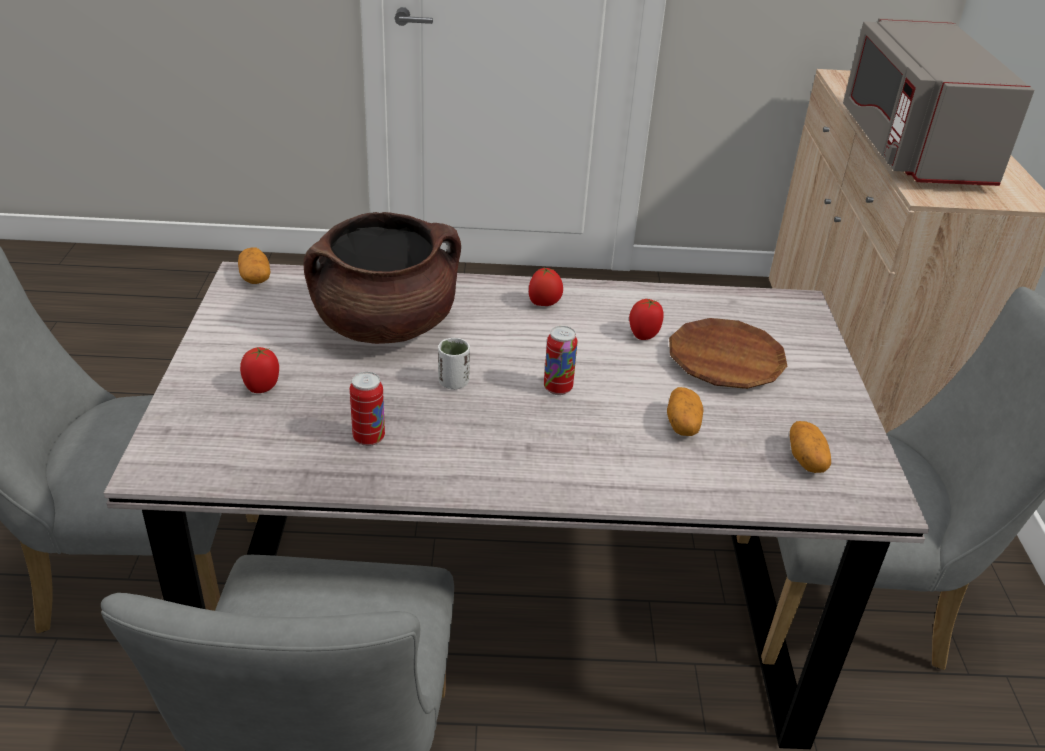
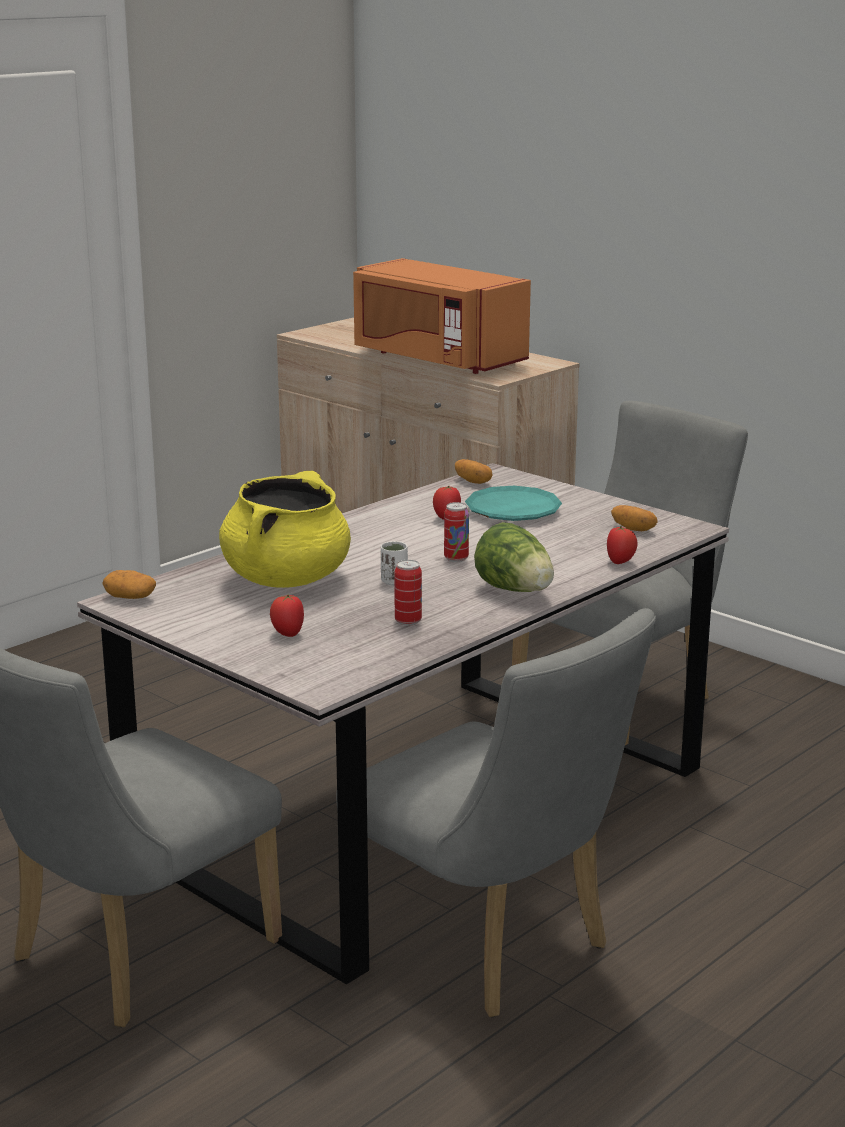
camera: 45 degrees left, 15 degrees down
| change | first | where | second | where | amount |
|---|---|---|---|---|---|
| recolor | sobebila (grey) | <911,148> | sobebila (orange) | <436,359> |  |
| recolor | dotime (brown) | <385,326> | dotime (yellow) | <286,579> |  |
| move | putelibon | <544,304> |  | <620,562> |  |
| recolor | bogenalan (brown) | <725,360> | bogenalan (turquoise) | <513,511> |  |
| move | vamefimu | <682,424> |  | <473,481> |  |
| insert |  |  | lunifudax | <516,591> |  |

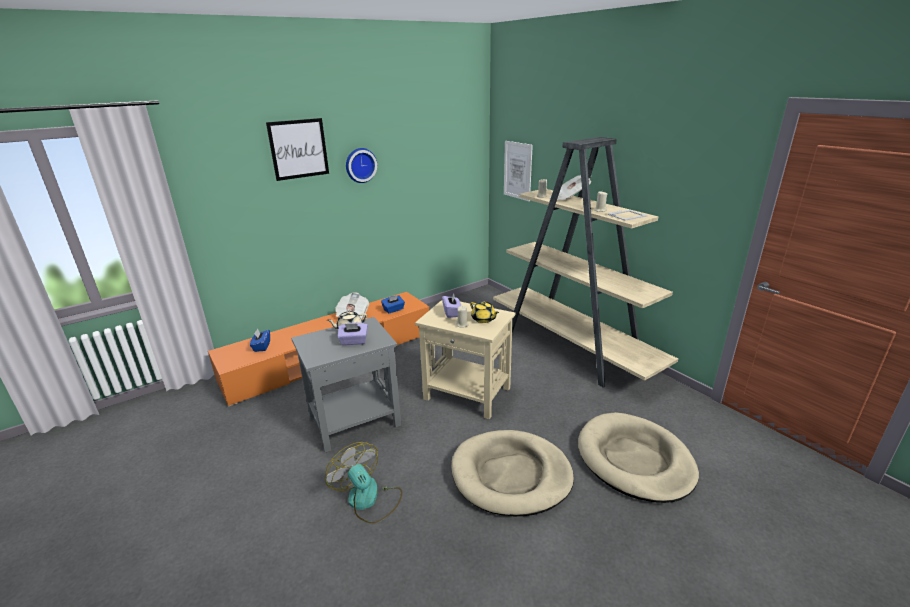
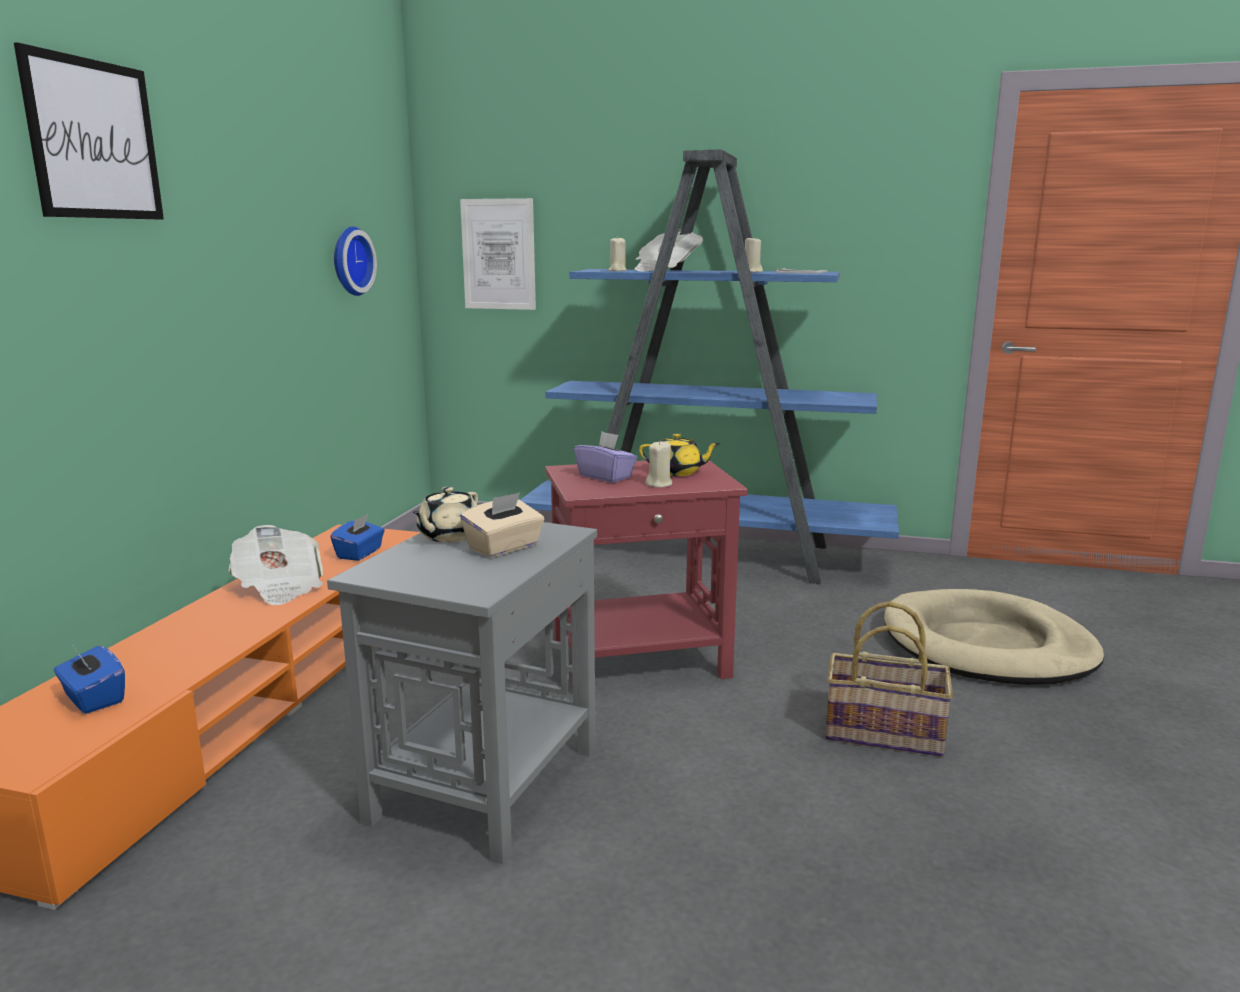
camera: 40 degrees left, 10 degrees down
| change | first | where | second | where | amount |
|---|---|---|---|---|---|
| recolor | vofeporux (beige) | <572,348> | vofeporux (blue) | <705,554> |  |
| move | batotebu | <360,165> |  | <349,261> |  |
| recolor | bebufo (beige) | <467,394> | bebufo (red) | <640,659> |  |
| recolor | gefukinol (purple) | <354,342> | gefukinol (beige) | <504,548> |  |
| replace | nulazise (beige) | <511,475> | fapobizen | <884,732> |  |
| delete | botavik | <368,500> |  |  |  |

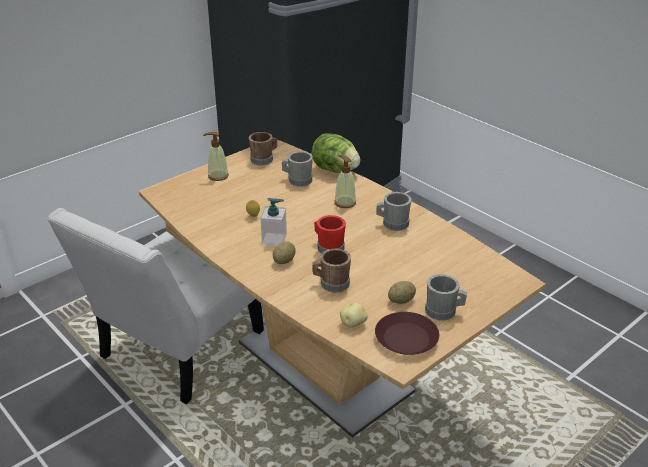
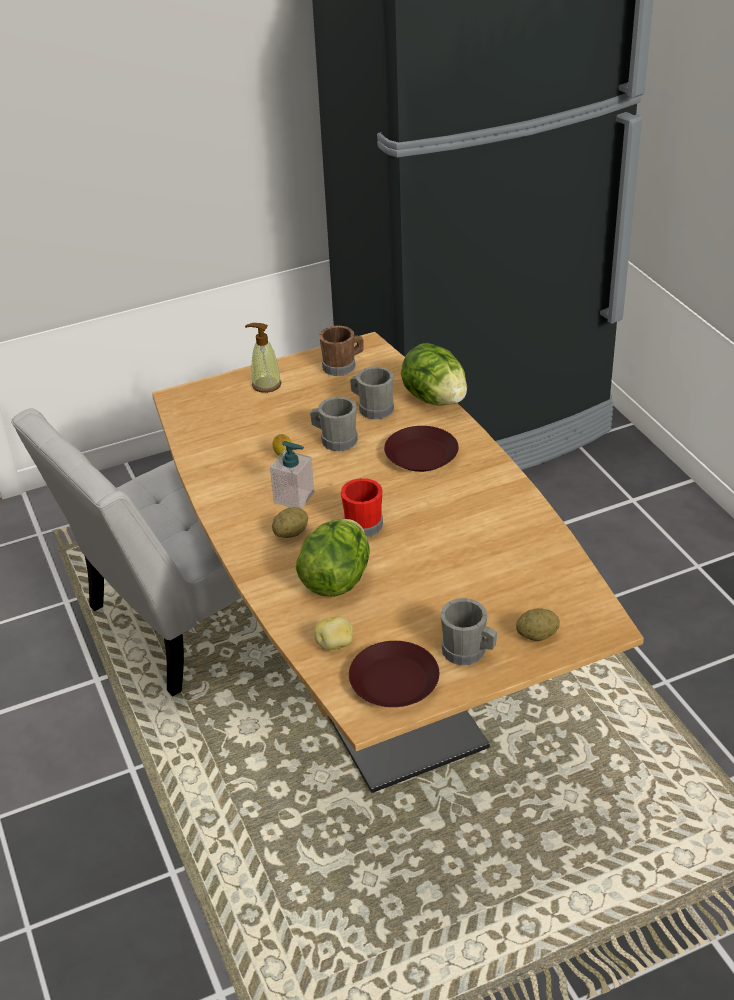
camera: 20 degrees right, 5 degrees up
| change | first | where | second | where | amount |
|---|---|---|---|---|---|
| replace | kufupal | <345,203> | bogenalan (brown) | <421,456> |  |
| move | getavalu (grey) | <392,224> |  | <335,440> |  |
| replace | getavalu (brown) | <331,284> | lunifudax | <336,580> |  |
| move | vamefimu | <401,300> |  | <537,635> |  |

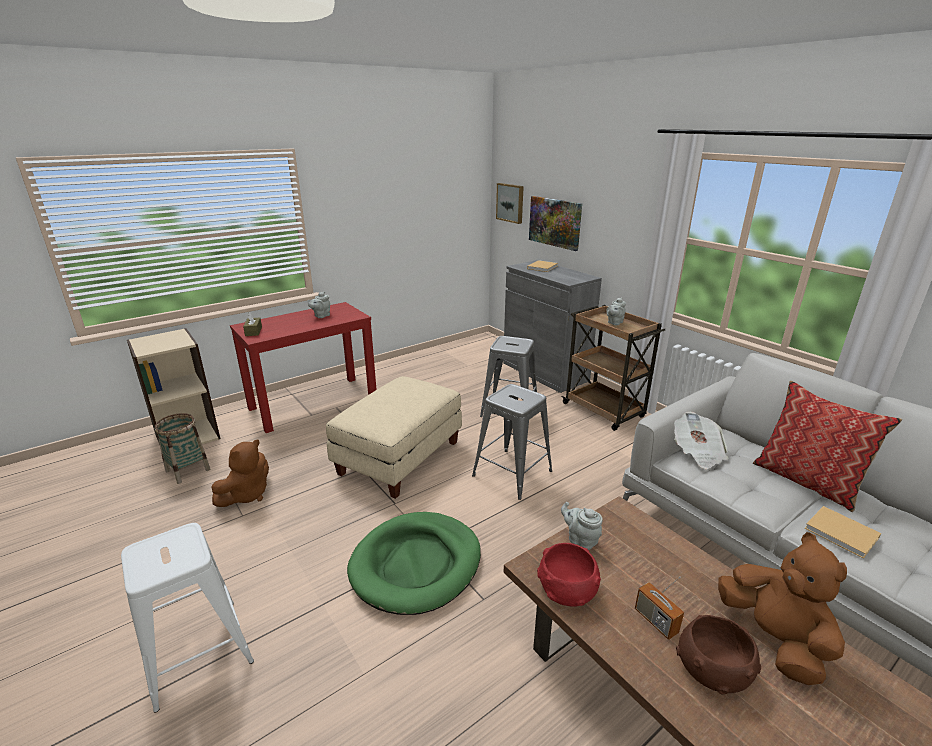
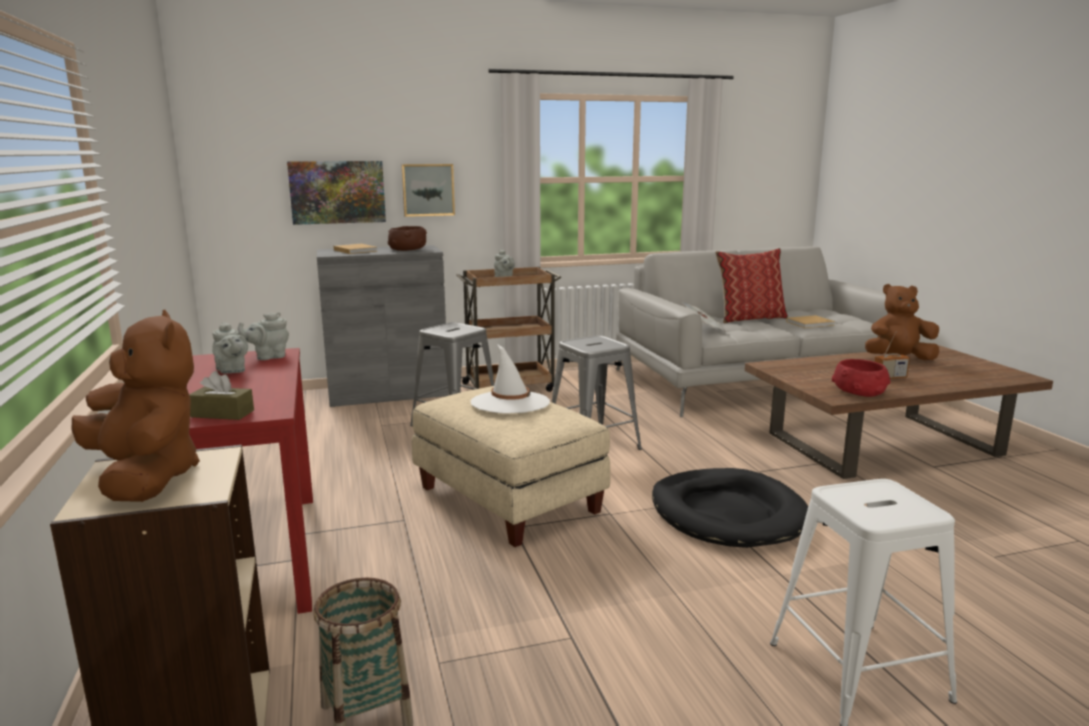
camera: 70 degrees left, 10 degrees down
| change | first | where | second | where | amount |
|---|---|---|---|---|---|
| move | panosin | <510,203> |  | <428,190> |  |
| move | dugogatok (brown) | <247,495> |  | <146,478> |  |
| move | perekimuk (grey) | <580,540> |  | <268,357> |  |
| recolor | nulazise (green) | <416,565> | nulazise (black) | <727,513> |  |
| move | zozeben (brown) | <713,668> |  | <408,250> |  |
| insert |  |  | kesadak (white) | <510,403> |  |

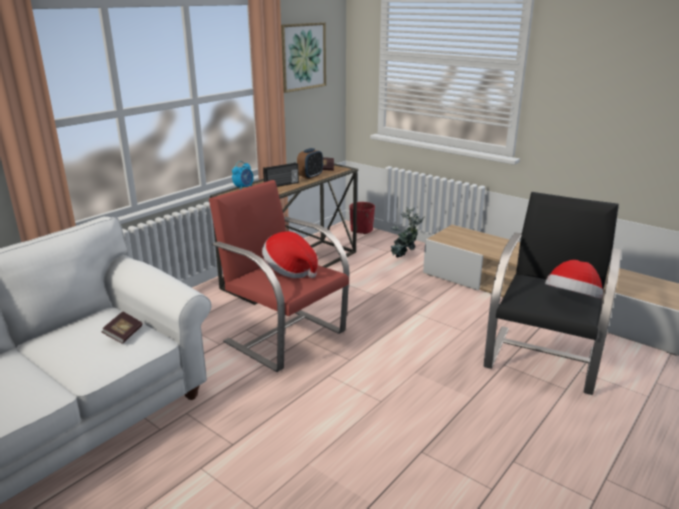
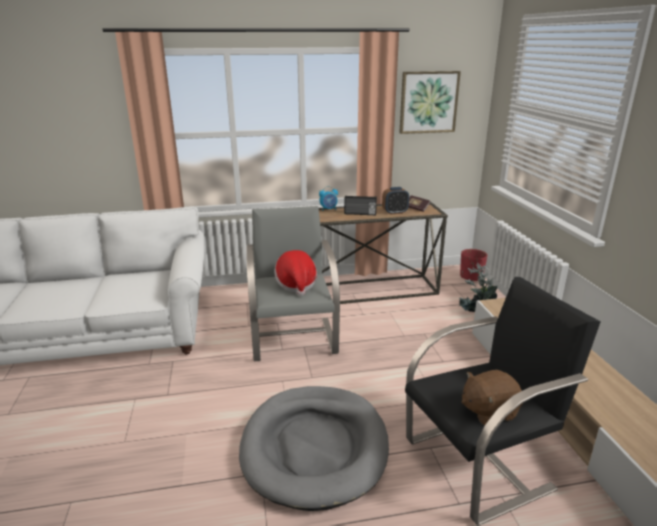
camera: 40 degrees right, 0 degrees up
| change | first | where | second | where | amount |
|---|---|---|---|---|---|
| recolor | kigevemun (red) | <284,336> | kigevemun (grey) | <293,338> |  |
| replace | kesadak | <572,301> | dugogatok (brown) | <488,410> |  |
| delete | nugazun | <124,334> |  |  |  |
| insert |  |  | nulazise (grey) | <314,447> |  |

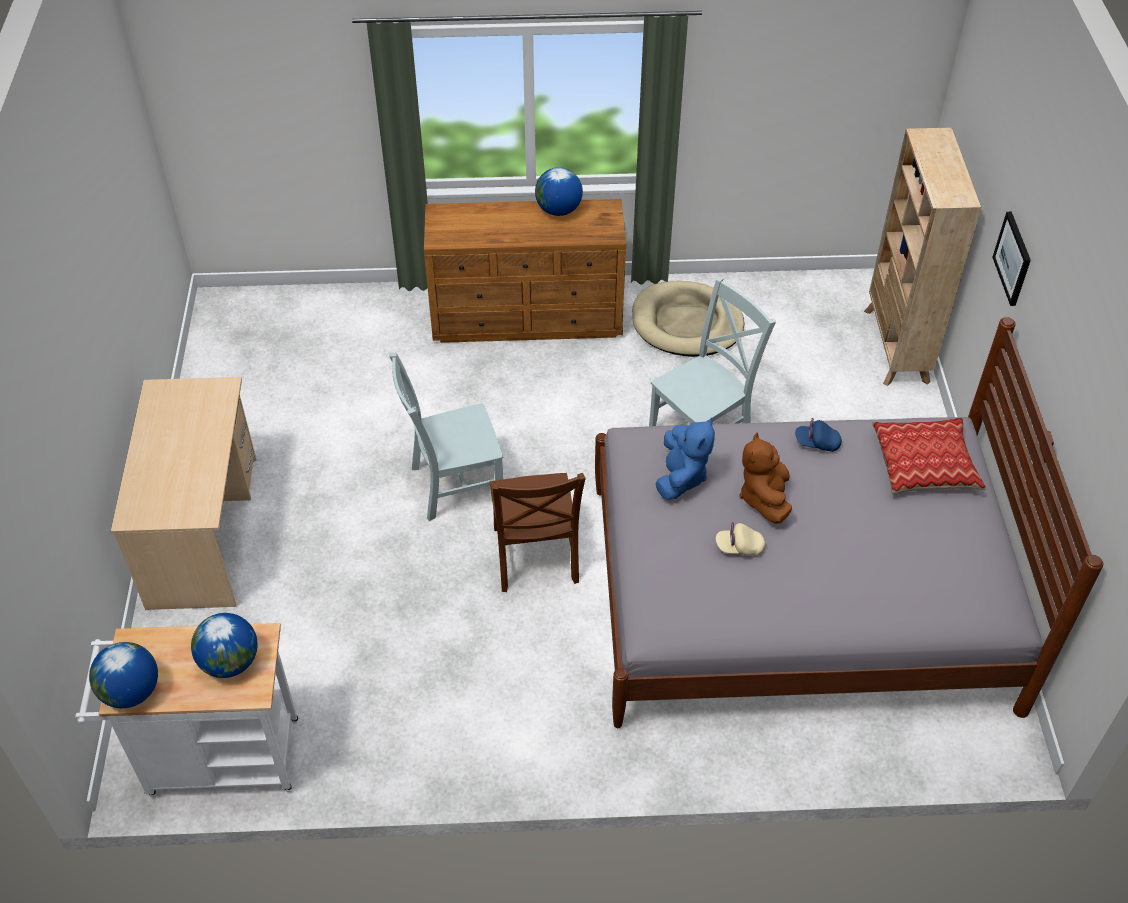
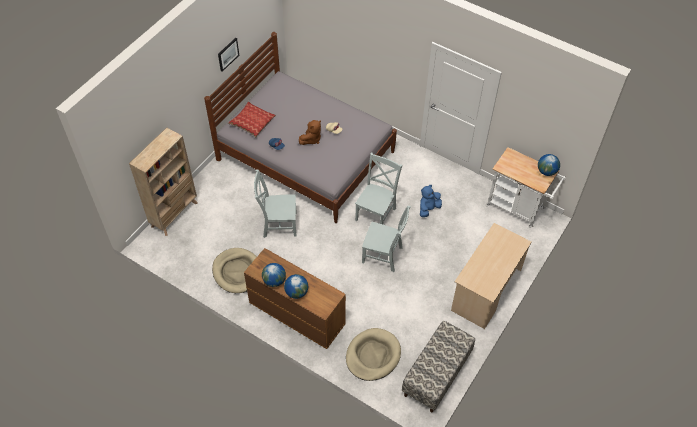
camera: 145 degrees left, 5 degrees up
| change | first | where | second | where | amount |
|---|---|---|---|---|---|
| move | panosin | <1013,258> |  | <228,54> |  |
| move | dugogatok (blue) | <681,477> |  | <428,208> |  |
| recolor | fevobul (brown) | <535,558> | fevobul (grey) | <376,213> |  |
| move | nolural | <230,662> |  | <296,292> |  |
| insert |  |  | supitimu | <436,375> |  |
| insert |  |  | nulazise (beige) | <373,355> |  |

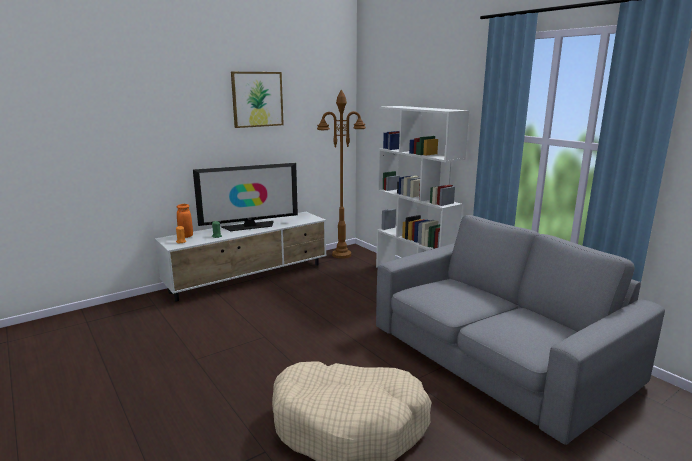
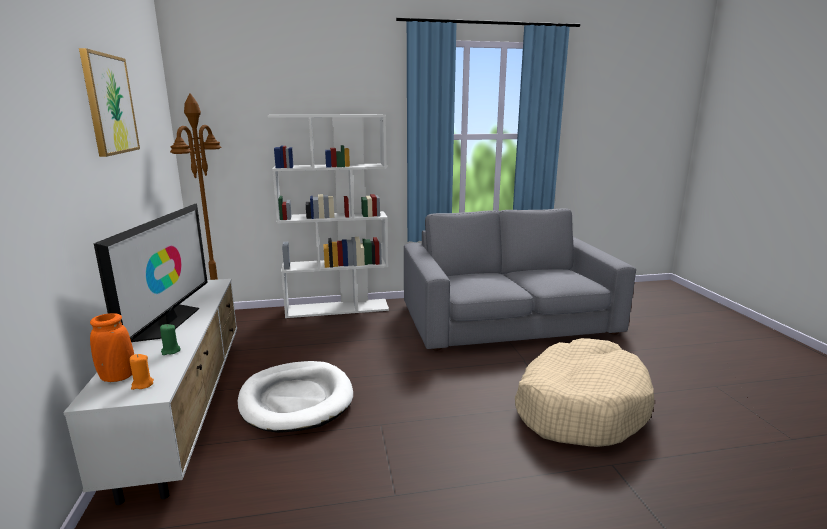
camera: 65 degrees left, 0 degrees up
| change | first | where | second | where | amount |
|---|---|---|---|---|---|
| insert |  |  | nulazise (white) | <296,400> |  |

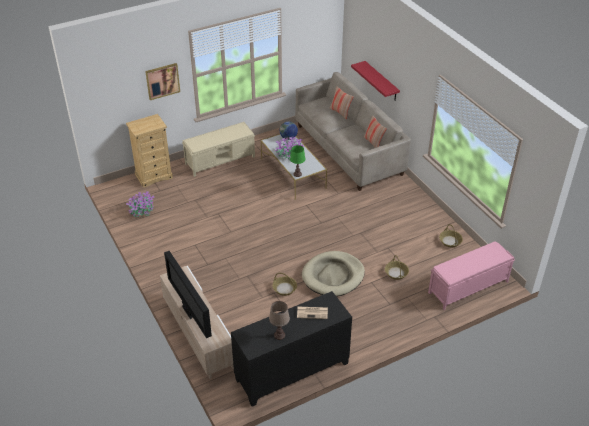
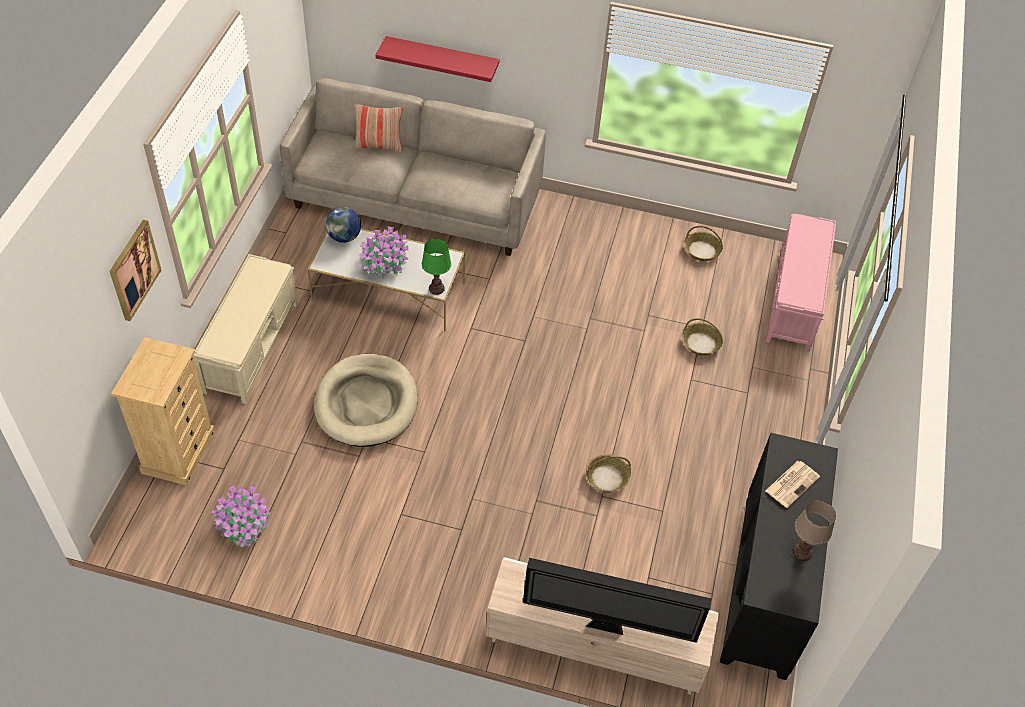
camera: 50 degrees left, 10 degrees up
| change | first | where | second | where | amount |
|---|---|---|---|---|---|
| delete | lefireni | <373,143> |  |  |  |
| move | nulazise (beige) | <333,276> |  | <366,403> |  |

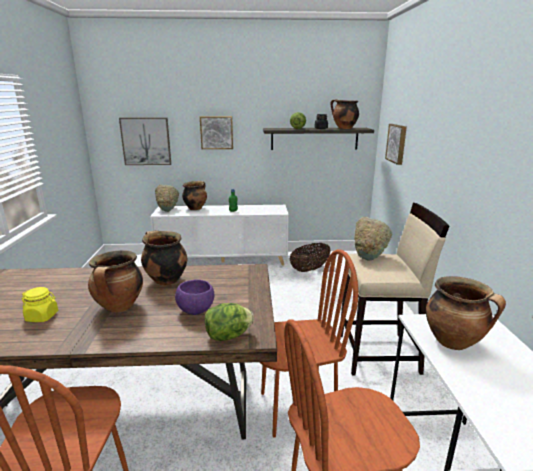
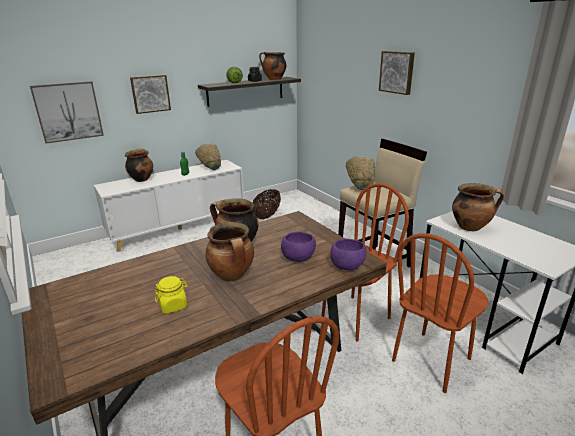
camera: 30 degrees left, 5 degrees up
| change | first | where | second | where | amount |
|---|---|---|---|---|---|
| move | panosin | <397,143> |  | <397,72> |  |
| move | zozeben (green) | <167,209> |  | <210,168> |  |
| replace | lunifudax | <228,336> | zozeben (purple) | <346,266> |  |

